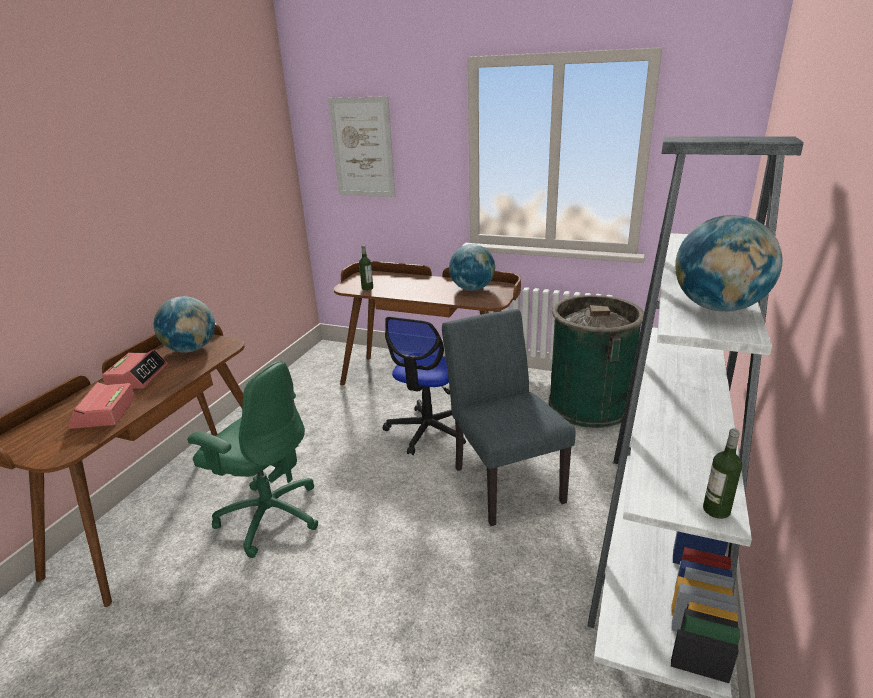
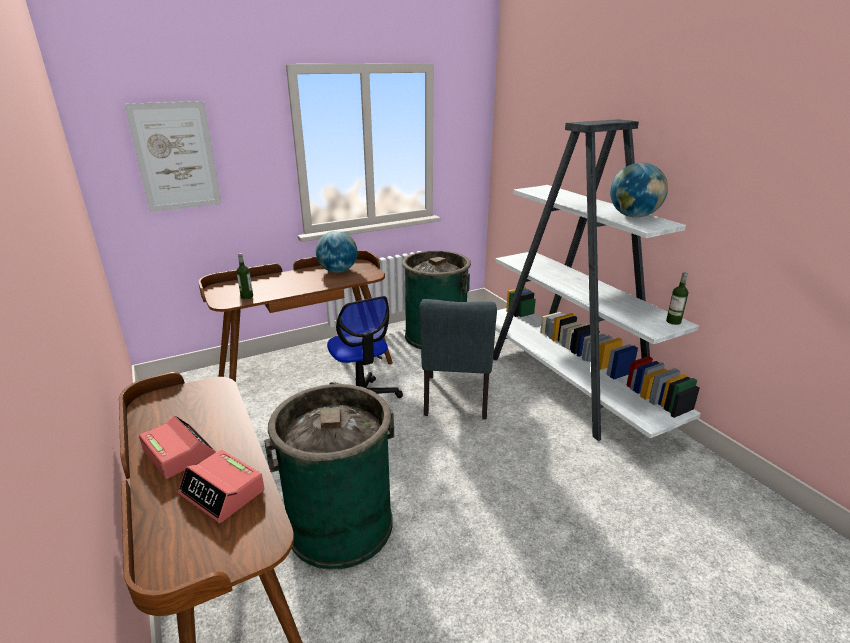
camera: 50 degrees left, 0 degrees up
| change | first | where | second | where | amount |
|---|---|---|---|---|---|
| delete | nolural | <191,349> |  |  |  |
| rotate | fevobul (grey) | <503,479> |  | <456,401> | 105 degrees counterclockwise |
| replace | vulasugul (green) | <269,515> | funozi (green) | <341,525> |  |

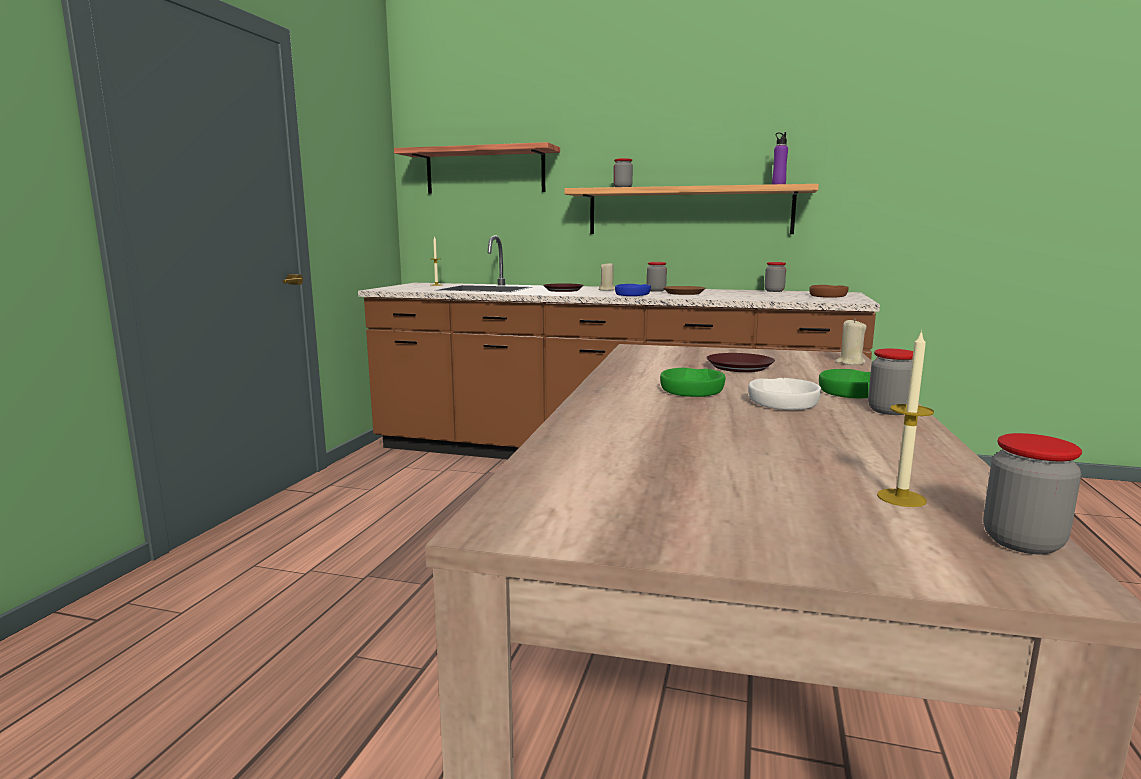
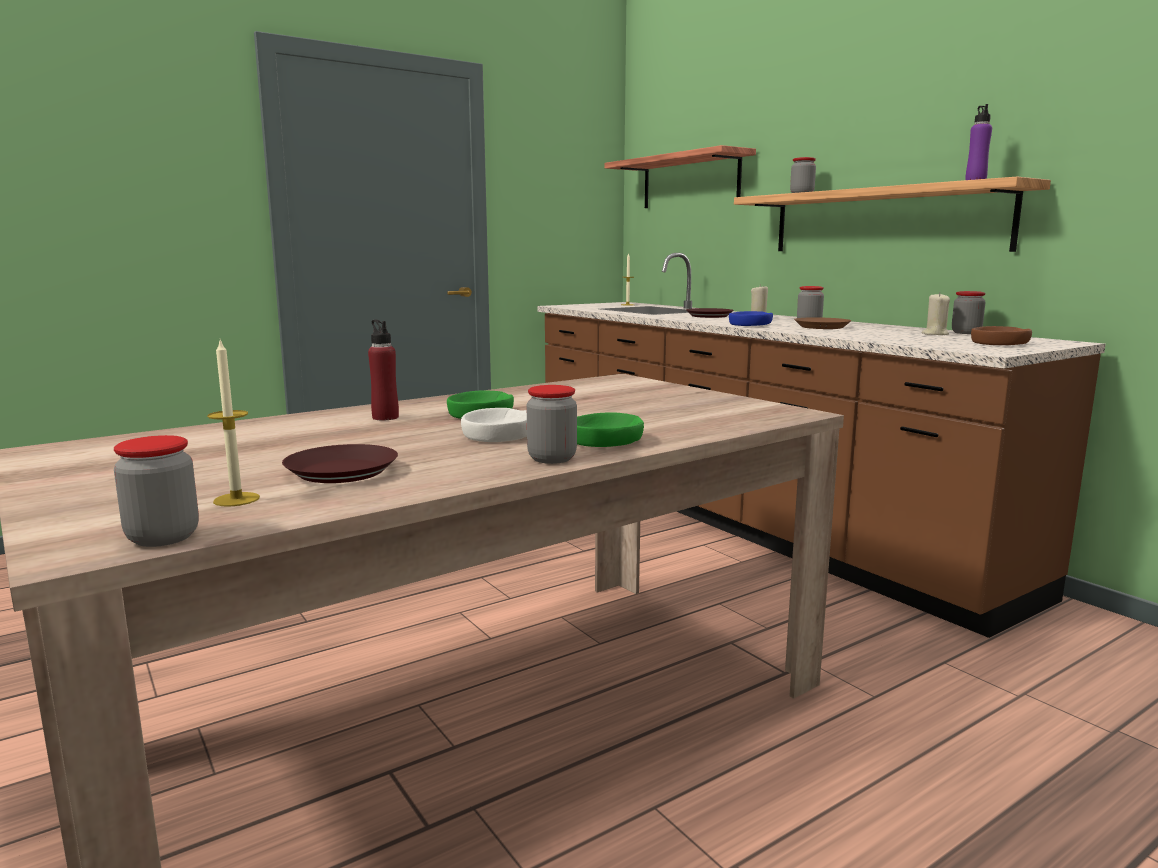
camera: 40 degrees right, 0 degrees up
| change | first | where | second | where | amount |
|---|---|---|---|---|---|
| move | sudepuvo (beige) | <850,363> |  | <935,334> |  |
| move | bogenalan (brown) | <739,367> |  | <342,471> |  |
| insert |  |  | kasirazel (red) | <385,417> |  |

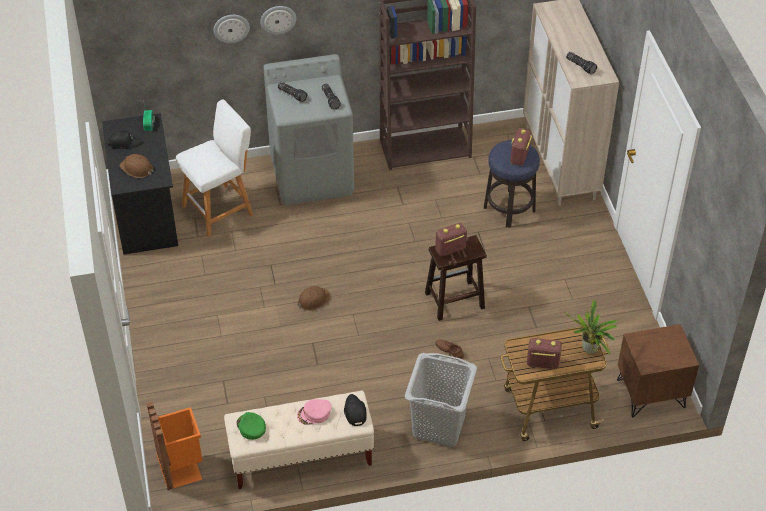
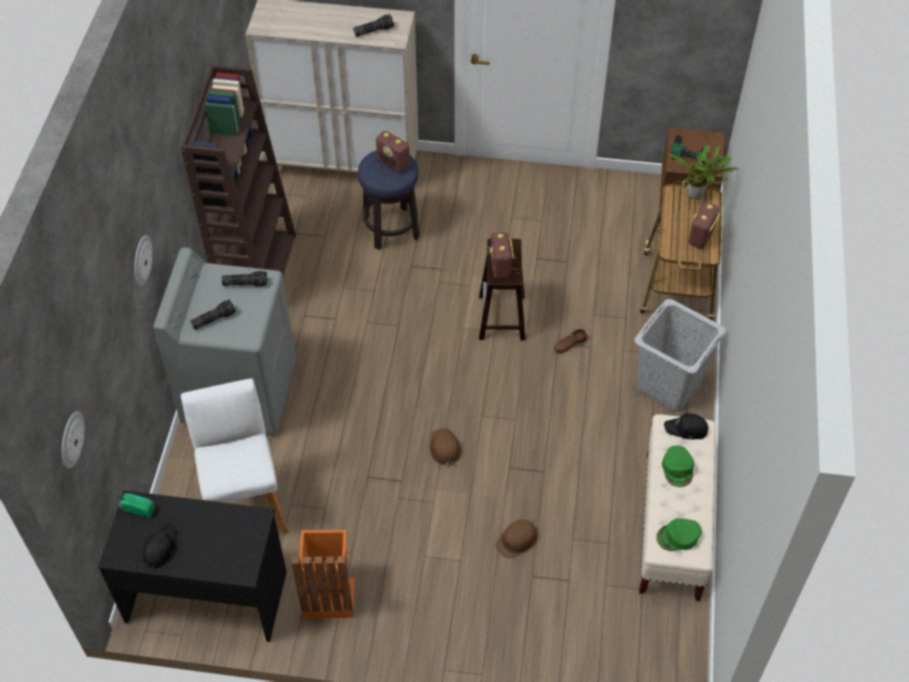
camera: 70 degrees left, 5 degrees up
| change | first | where | second | where | amount |
|---|---|---|---|---|---|
| move | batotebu | <231,28> |  | <71,439> |  |
| move | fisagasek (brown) | <137,168> |  | <517,540> |  |
| recolor | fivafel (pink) | <314,414> | fivafel (green) | <678,468> |  |
| move | funozi (orange) | <182,467> |  | <328,595> |  |
| insert |  |  | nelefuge | <689,149> |  |

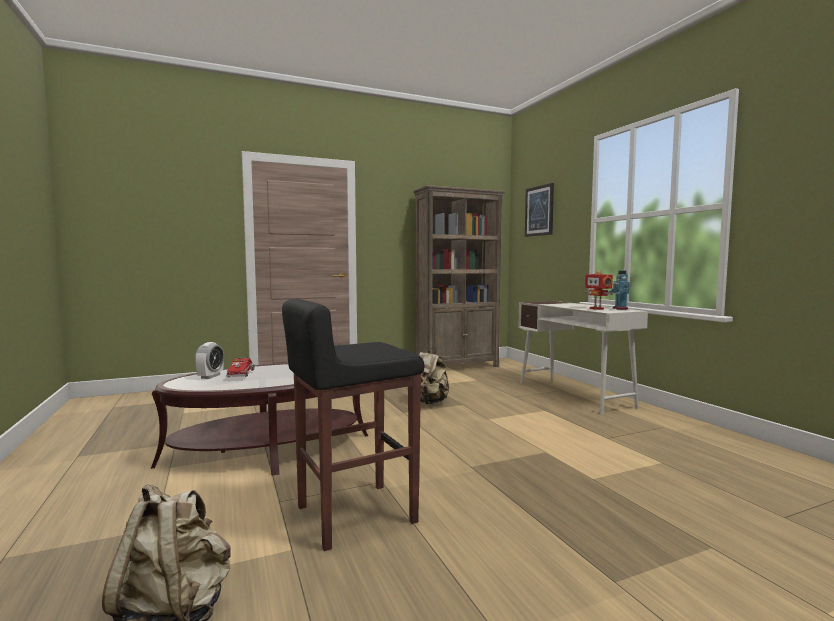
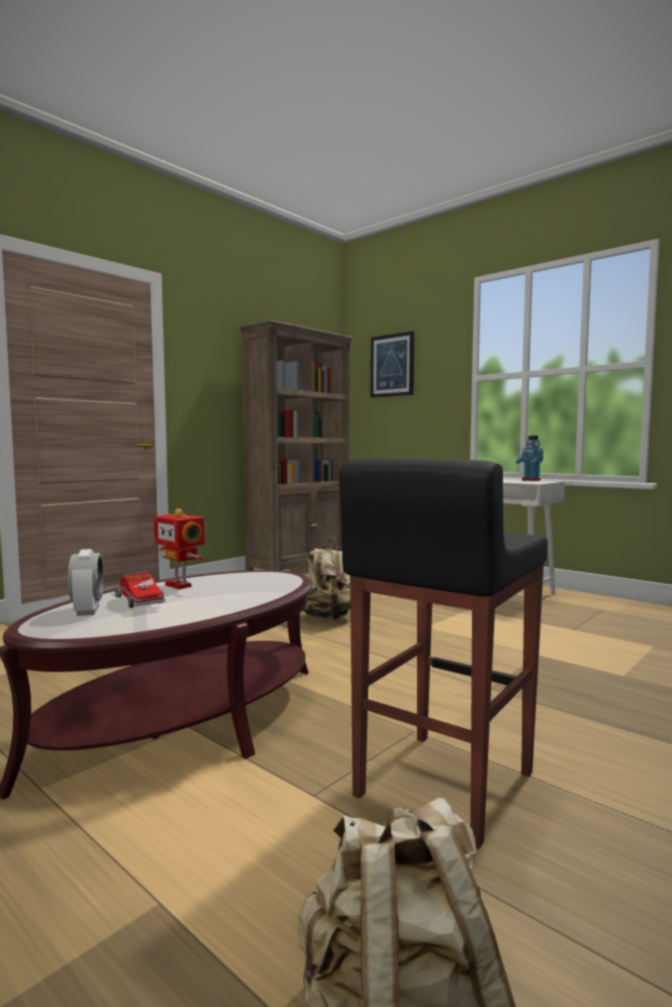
camera: 25 degrees left, 0 degrees up
| change | first | where | second | where | amount |
|---|---|---|---|---|---|
| move | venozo | <597,309> |  | <180,585> |  |

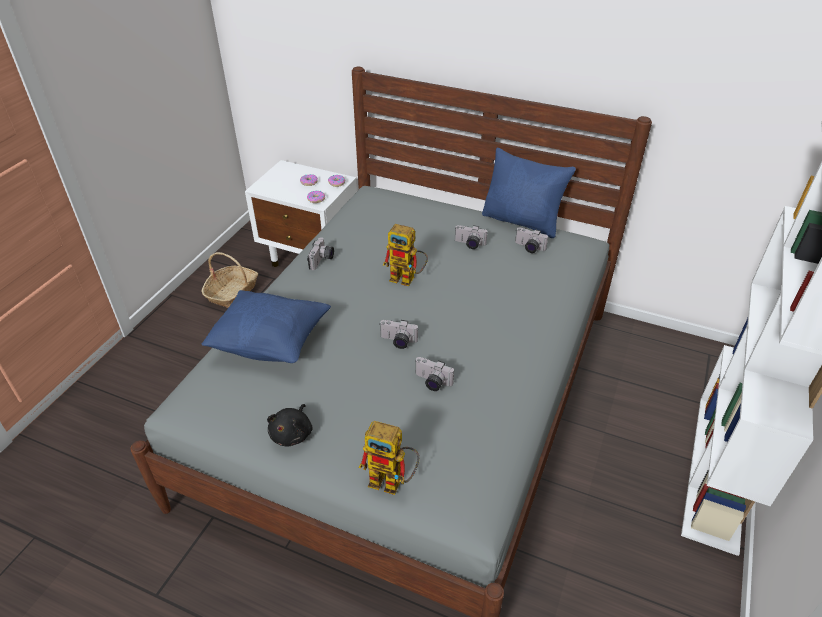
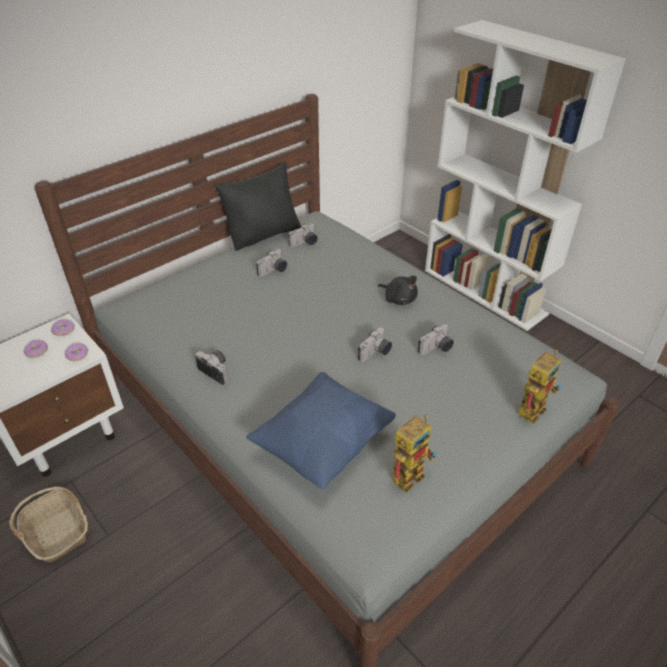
camera: 65 degrees left, 0 degrees up
| change | first | where | second | where | amount |
|---|---|---|---|---|---|
| recolor | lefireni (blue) | <522,221> | lefireni (black) | <264,235> |  |
| move | venozo | <407,279> |  | <410,472> |  |
| move | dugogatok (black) | <292,433> |  | <399,299> |  |

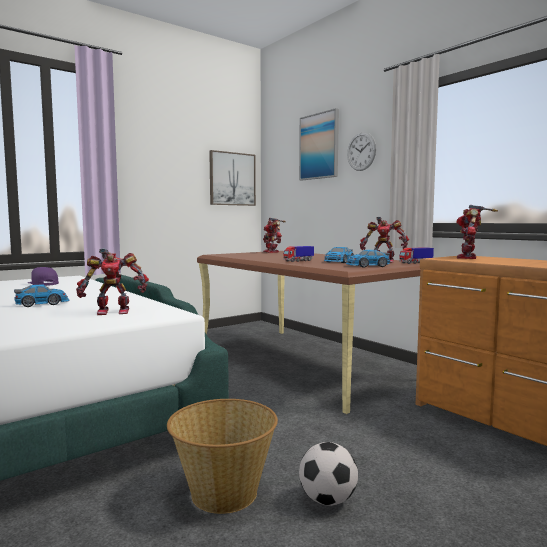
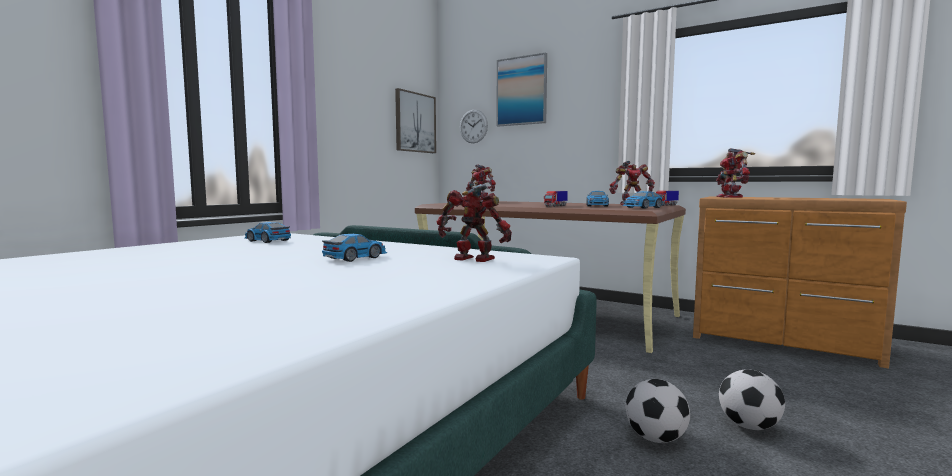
camera: 20 degrees left, 0 degrees up
| change | first | where | second | where | amount |
|---|---|---|---|---|---|
| move | batotebu | <361,151> |  | <473,126> |  |
| rotate | venozo | <113,311> |  | <473,259> | 120 degrees counterclockwise |
| replace | fivafel (purple) | <43,284> | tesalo | <267,241> |  |
| replace | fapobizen | <223,492> | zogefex | <655,438> |  |

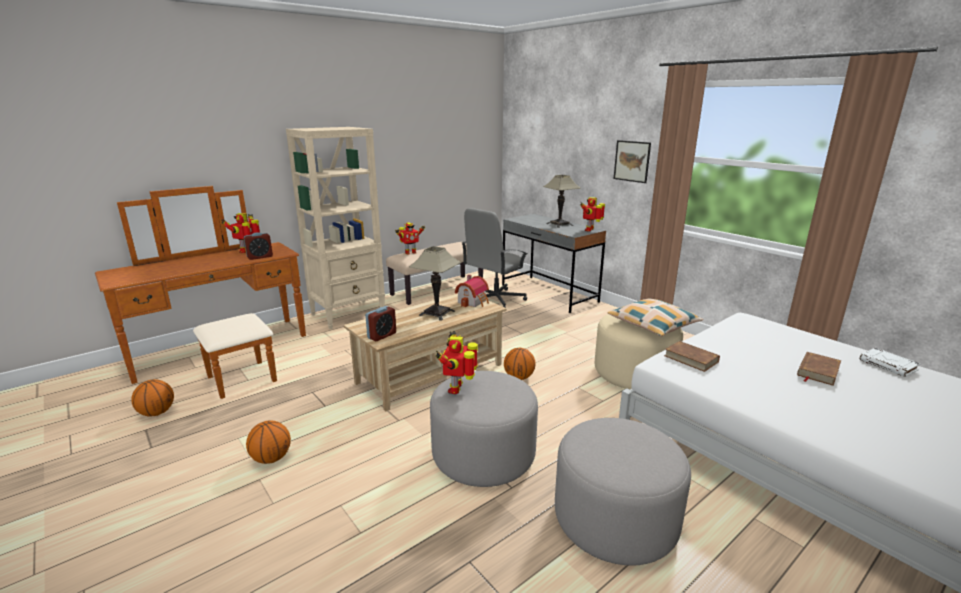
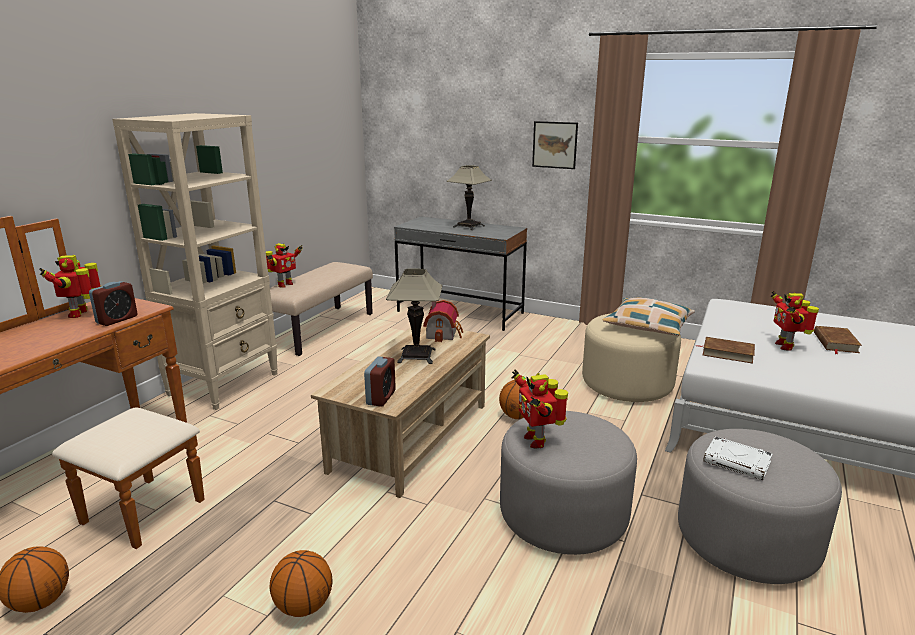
camera: 25 degrees left, 0 degrees up
| change | first | where | second | where | amount |
|---|---|---|---|---|---|
| move | venozo | <590,230> |  | <785,346> |  |
| delete | vulasugul (grey) | <495,299> |  |  |  |
| move | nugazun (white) | <888,365> |  | <737,462> |  |

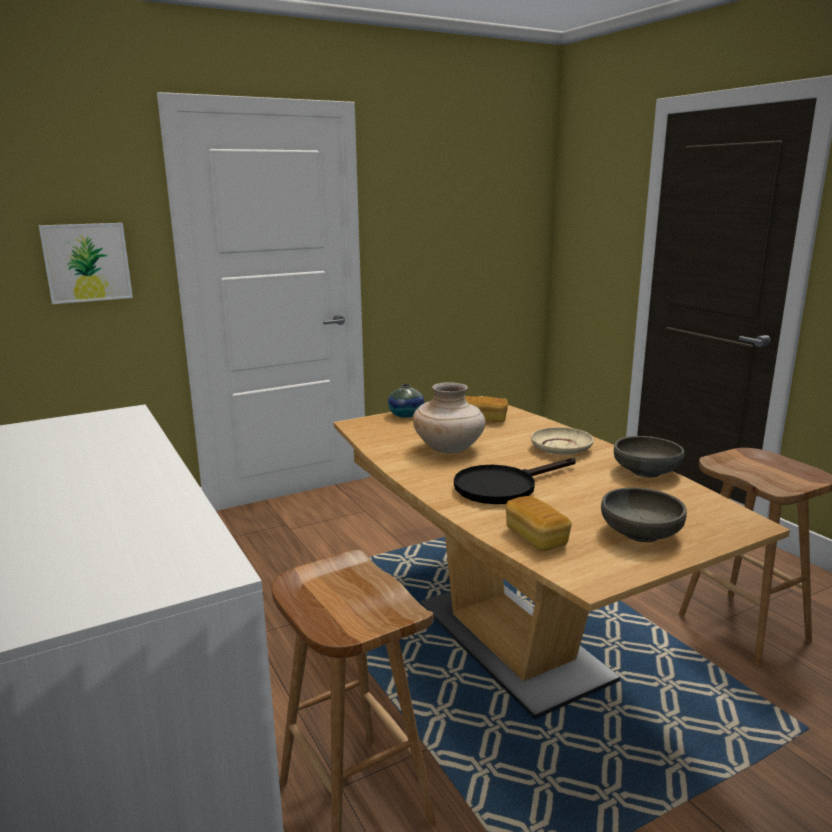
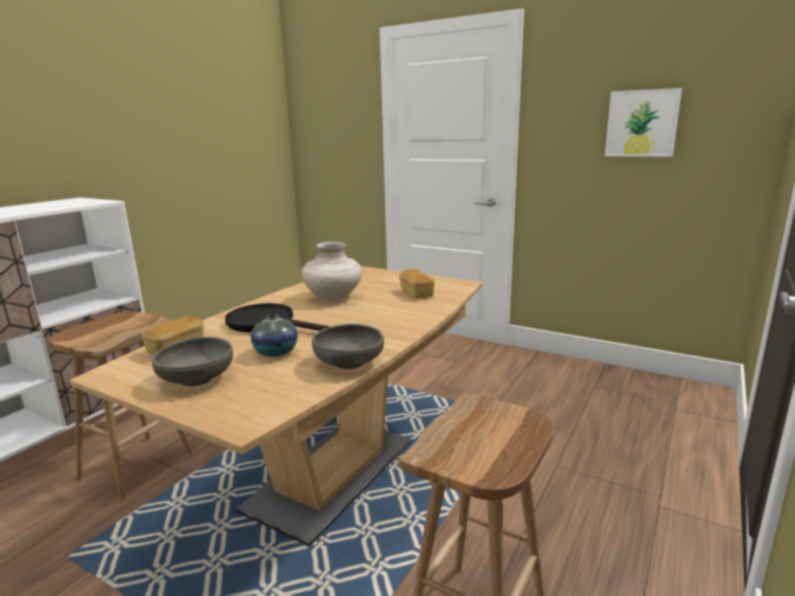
camera: 60 degrees right, 0 degrees up
| change | first | where | second | where | amount |
|---|---|---|---|---|---|
| move | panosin | <87,262> |  | <641,123> |  |
| move | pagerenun | <406,415> |  | <276,352> |  |
| delete | bogenalan (beige) | <561,449> |  |  |  |

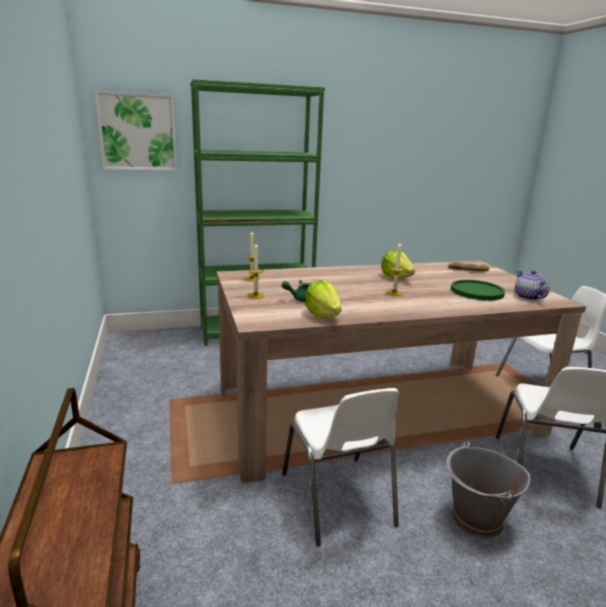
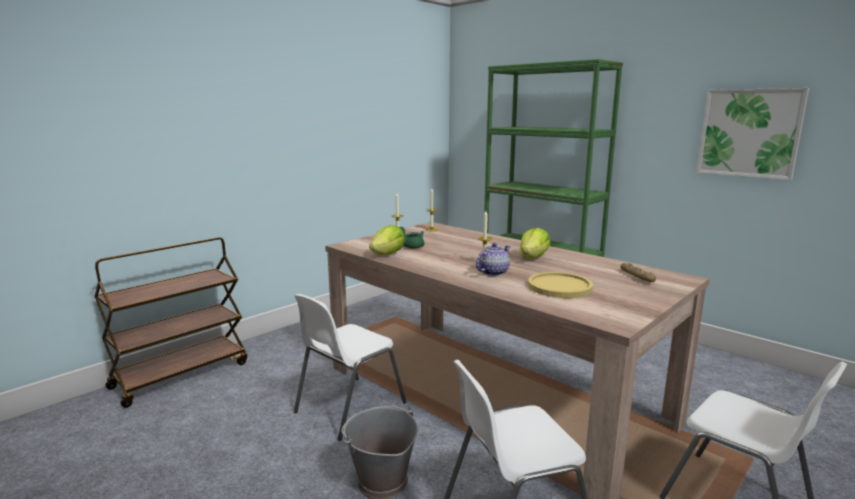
camera: 60 degrees right, 5 degrees down
| change | first | where | second | where | amount |
|---|---|---|---|---|---|
| move | panosin | <138,132> |  | <749,133> |  |
| move | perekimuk | <528,297> |  | <492,272> |  |
| recolor | bogenalan (green) | <477,291> | bogenalan (yellow) | <559,287> |  |

